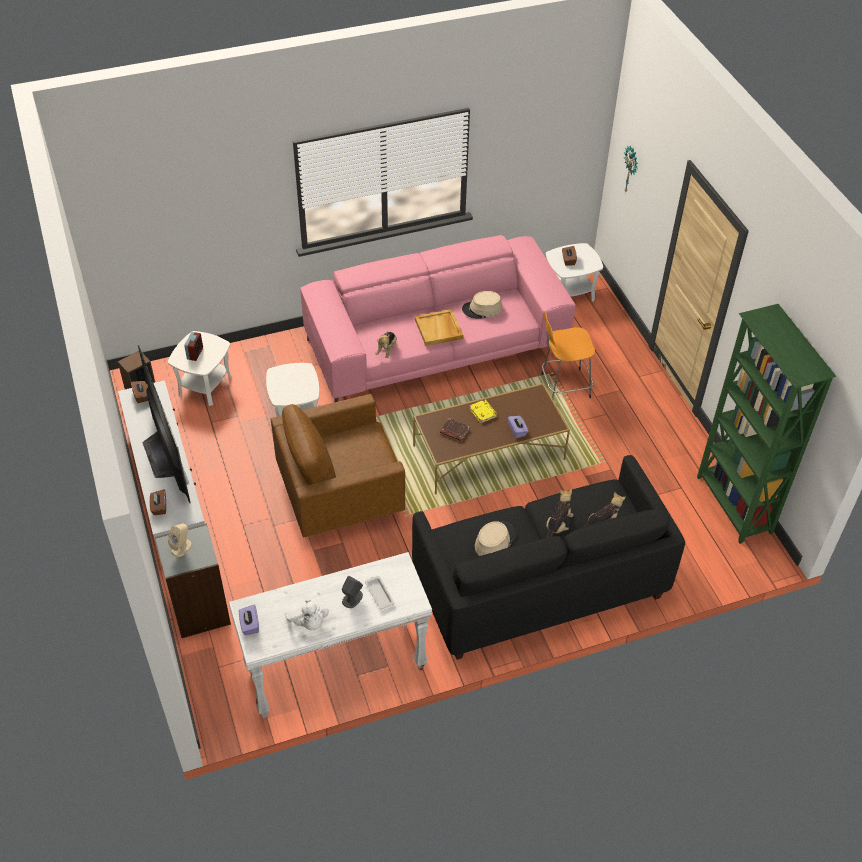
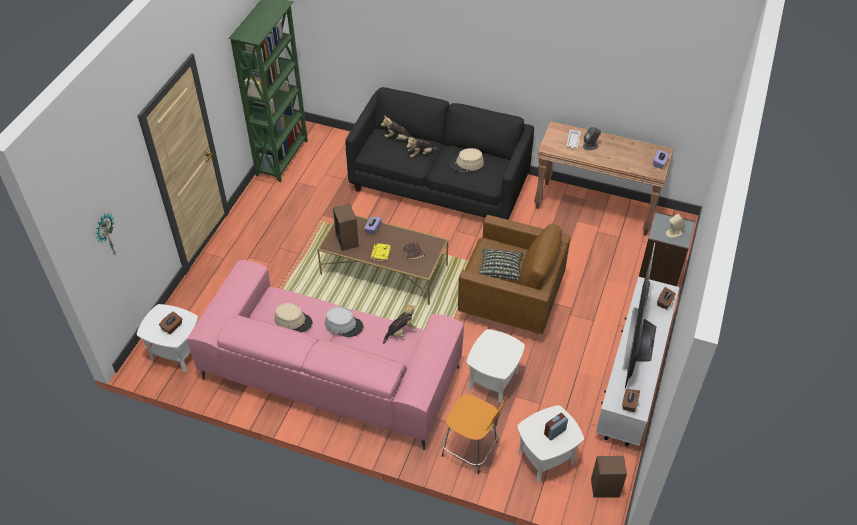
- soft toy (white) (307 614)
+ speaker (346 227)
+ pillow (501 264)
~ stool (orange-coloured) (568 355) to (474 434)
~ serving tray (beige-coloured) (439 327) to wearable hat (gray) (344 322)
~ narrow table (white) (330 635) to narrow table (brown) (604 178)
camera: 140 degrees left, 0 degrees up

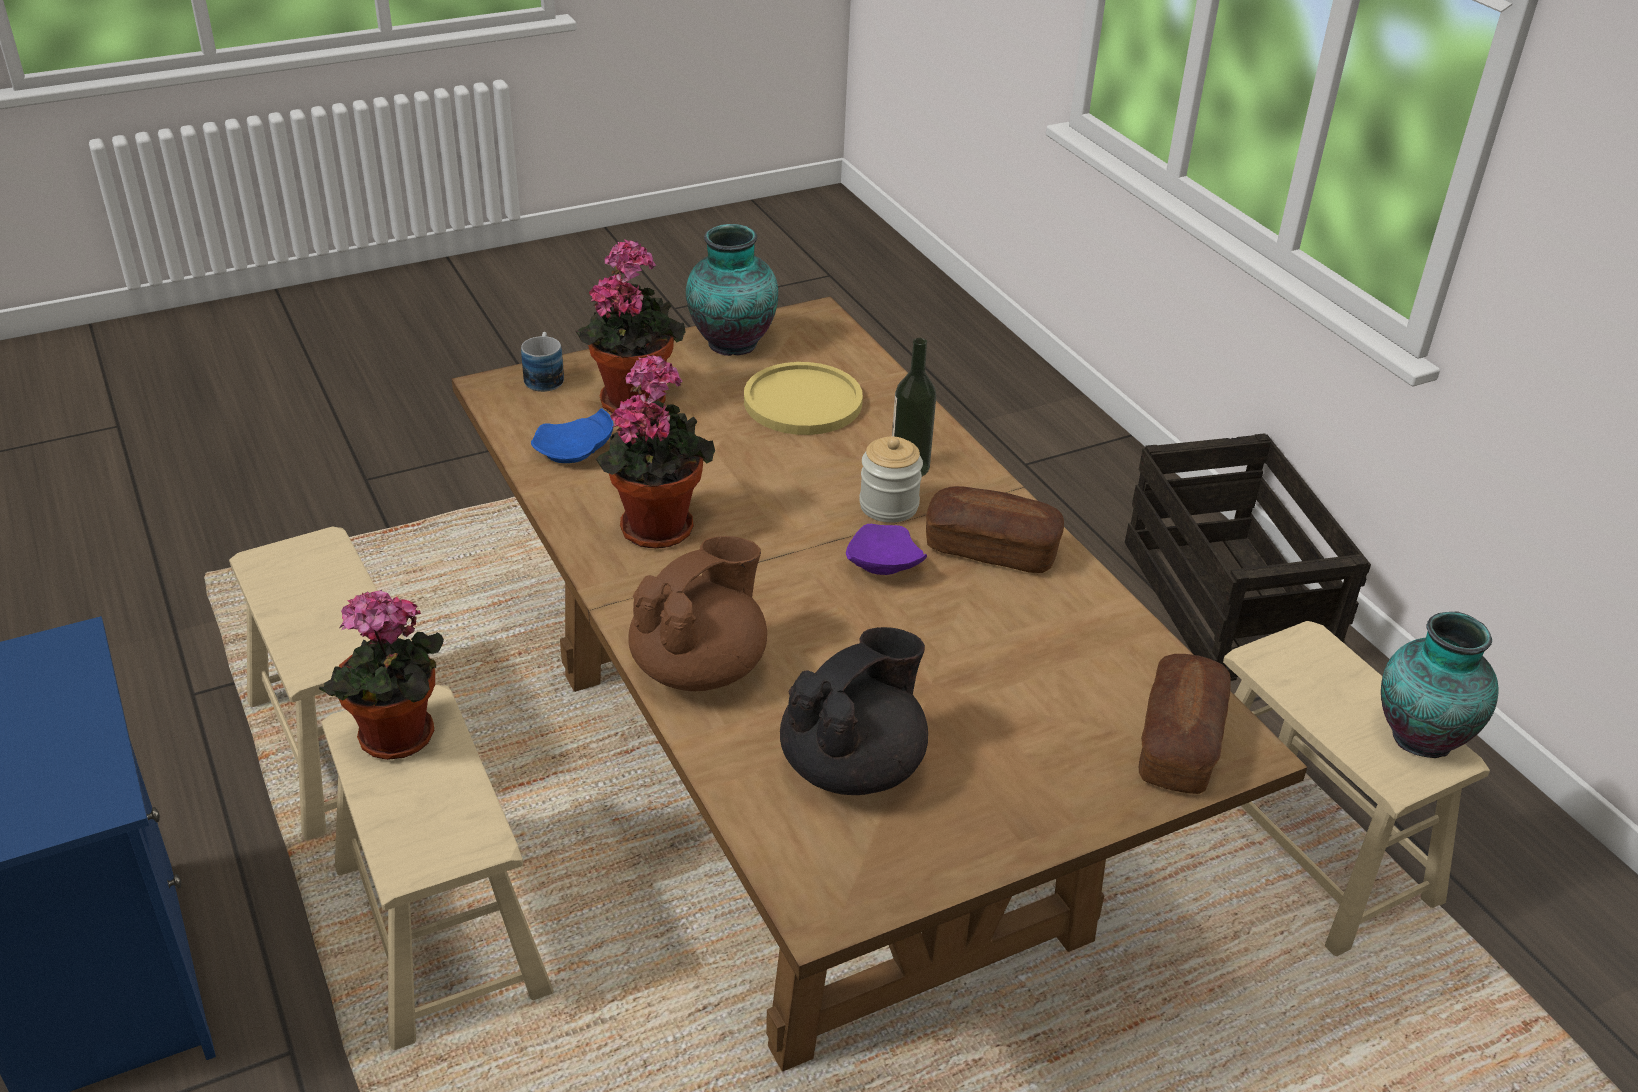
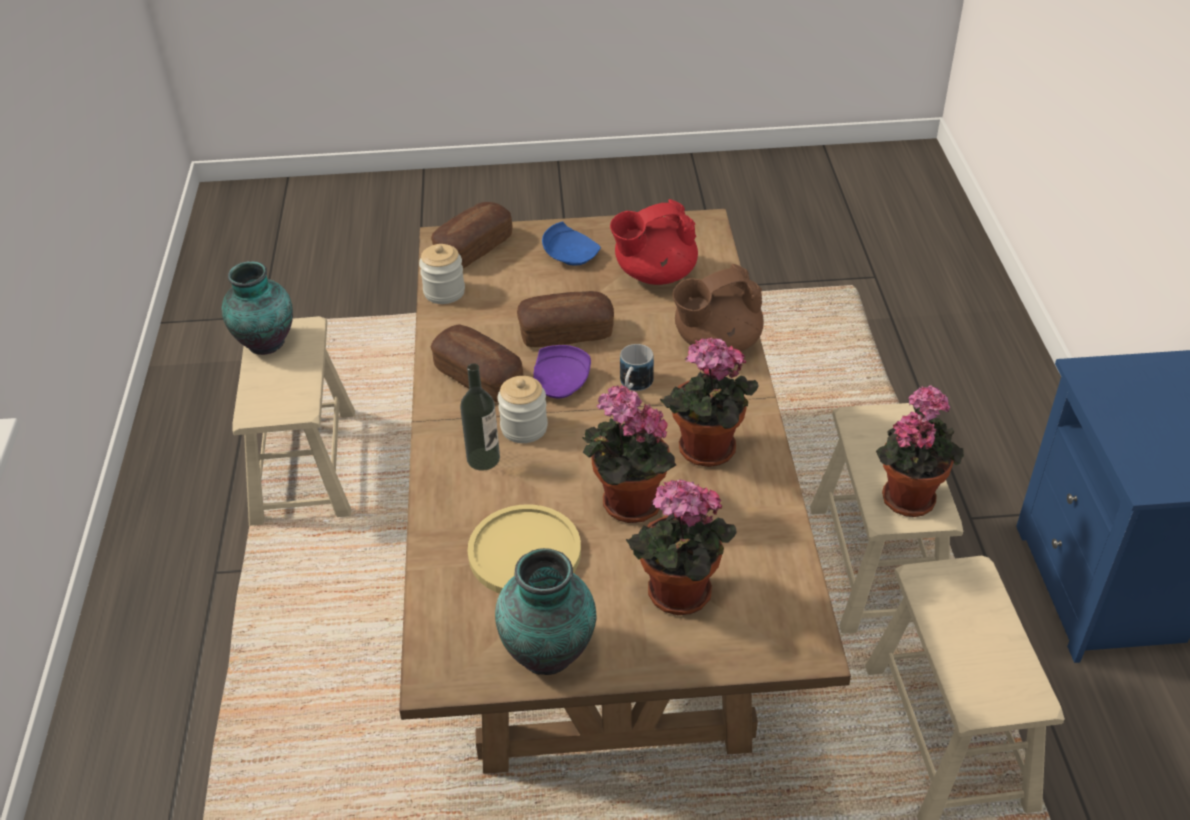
- crate (1248 557)
+ jar (442 274)
+ baked bread (565 319)
+ potted plant (629 454)
~ mug (542 362) to (637 367)
~ flat dish (blue) (572 435) to (571 244)
~ tea pot (black) (854 711) to tea pot (red-coloured) (654 242)
camera: 155 degrees left, 5 degrees up

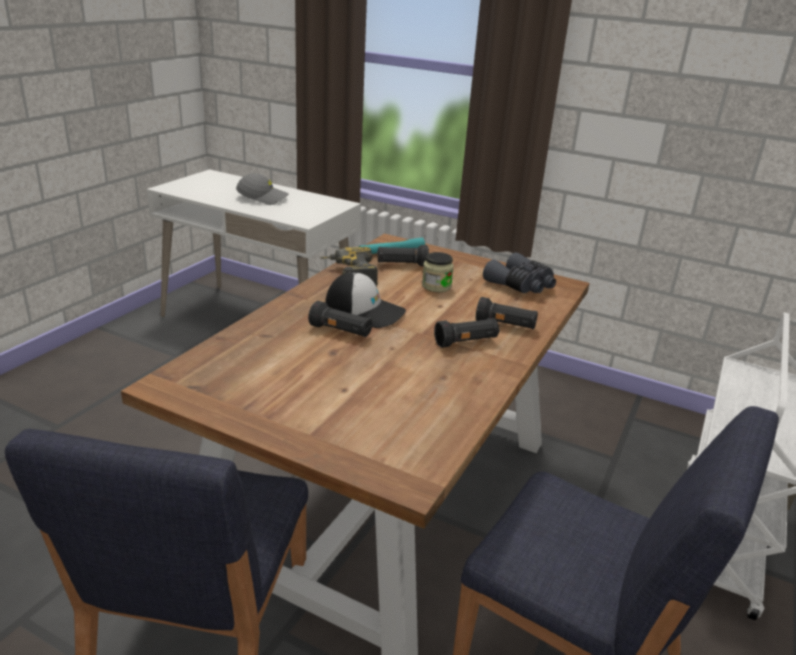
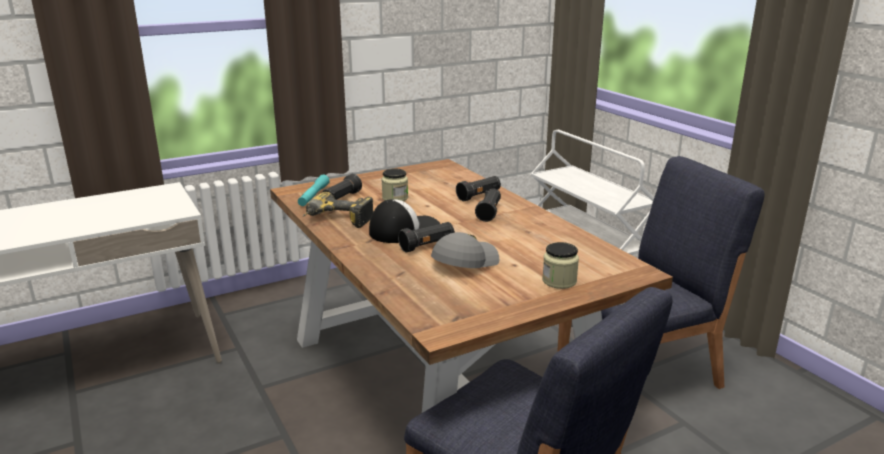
- binoculars (gray) (519 272)
+ jar (560 265)
~ baseball cap (gray) (262 189) to (465 250)
camera: 55 degrees left, 5 degrees down

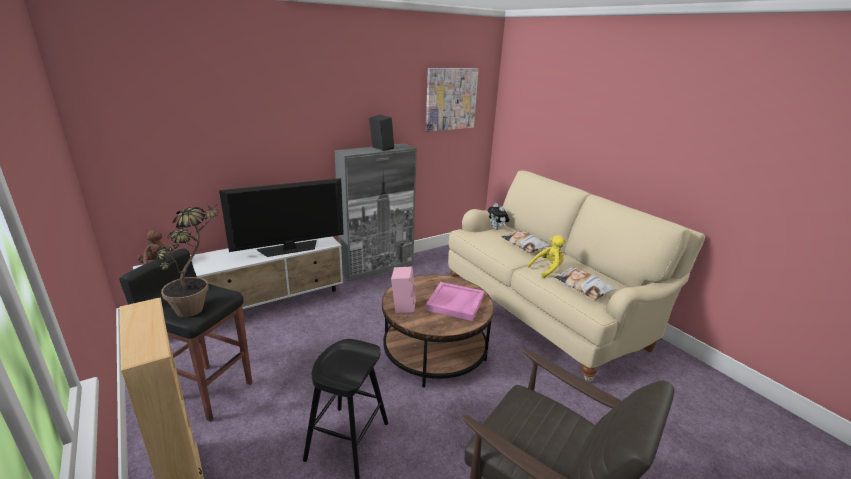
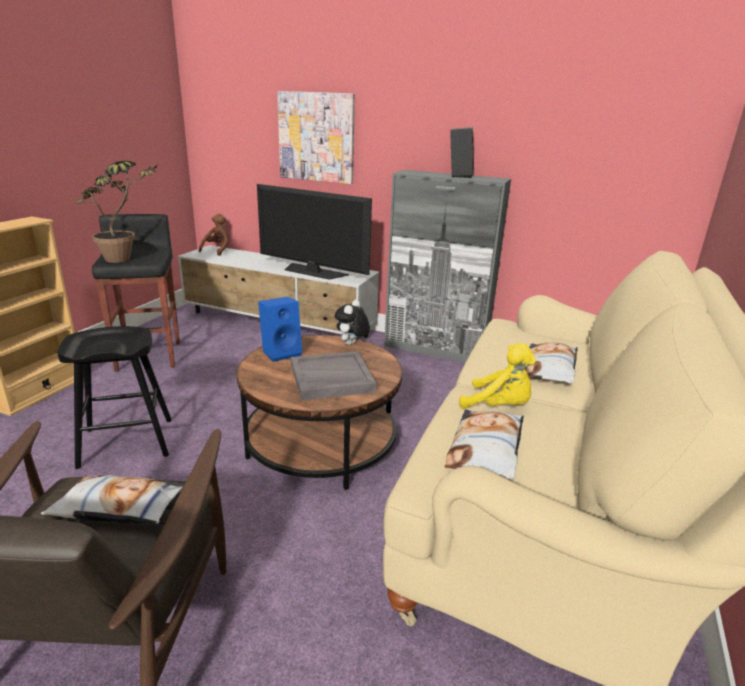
+ pillow (113 499)
~ picture (452 100) to (316 137)
~ soft toy (499 216) to (352 322)
~ speaker (pink) (403 290) to speaker (blue) (280 329)
~ serving tray (pink) (454 301) to serving tray (gray) (333 375)
camera: 55 degrees right, 0 degrees up

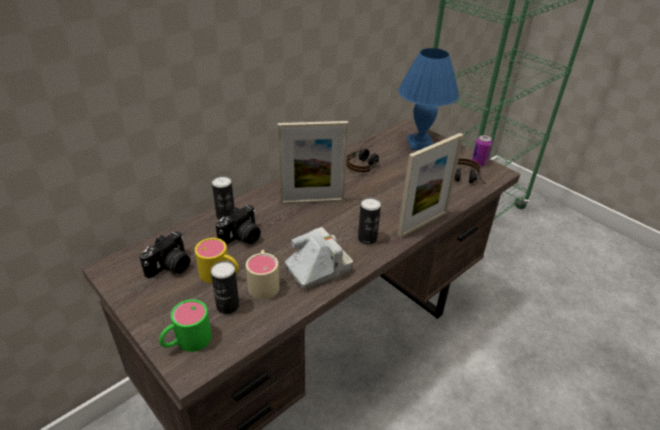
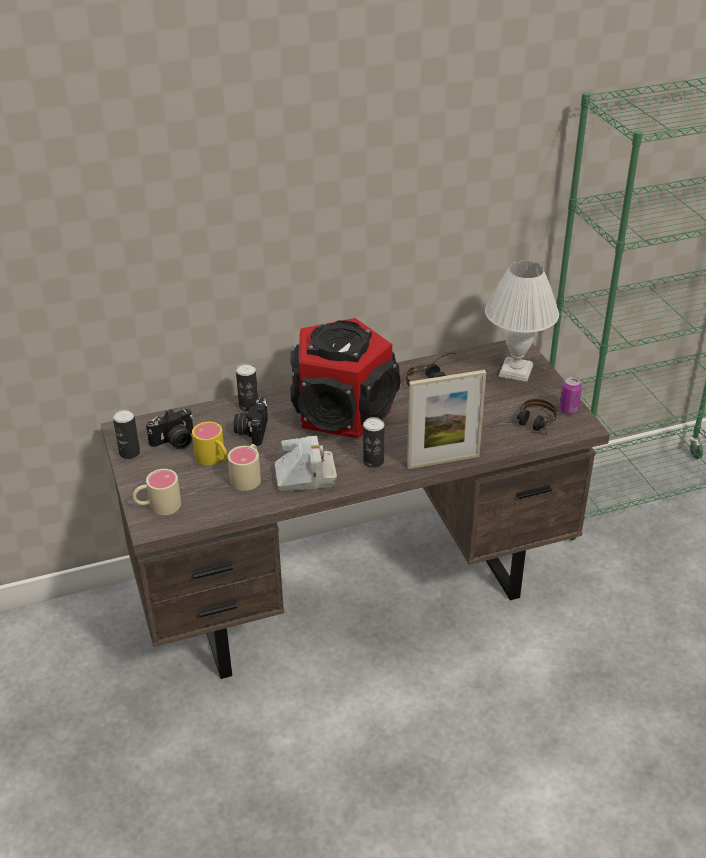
~ can (225 287) to (126 434)
~ picture frame (313 162) to speaker (345 378)
~ mug (greenish) (185 325) to mug (beige-coloured) (156 492)
~ table lamp (blue) (428 99) to table lamp (white) (522 321)
~ still camera (238 225) = (251 421) 120 degrees clockwise
camera: 25 degrees right, 0 degrees up

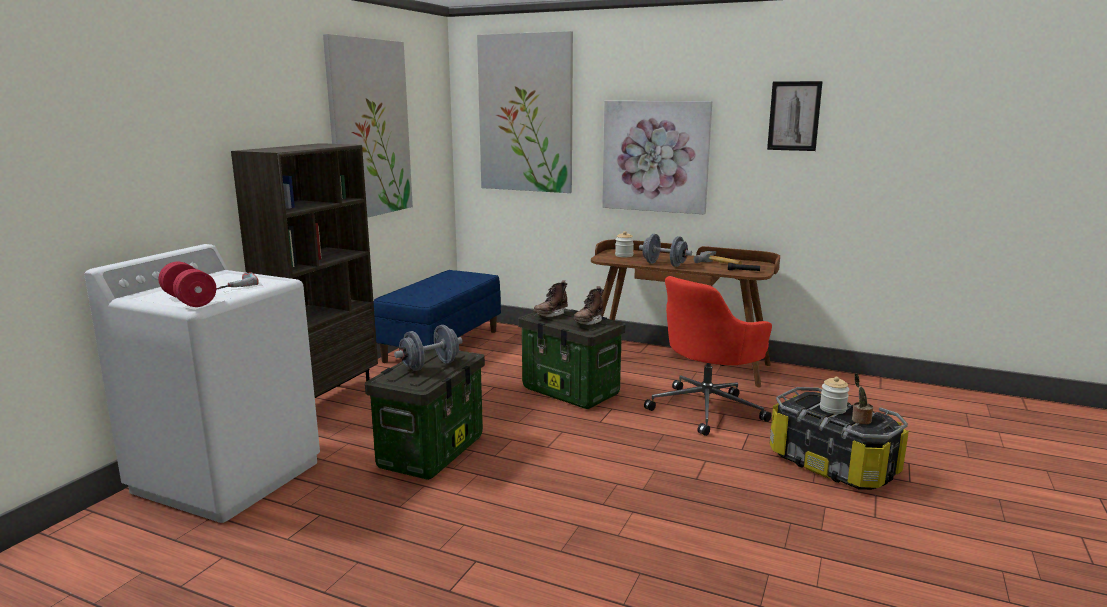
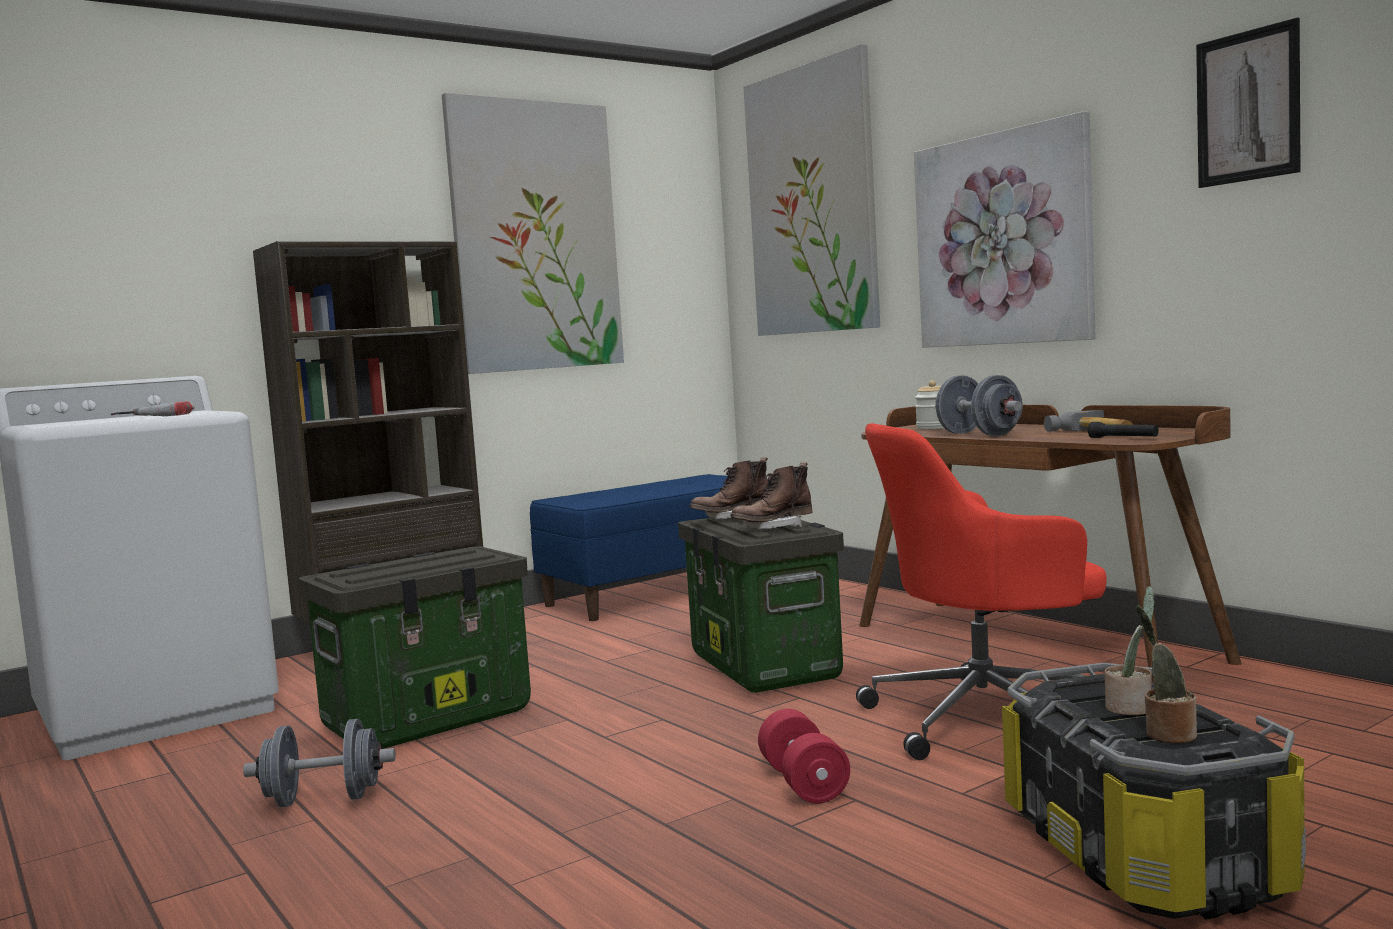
~ hand weight (red-coloured) (187 284) to (804 756)
~ hand weight (gray) (428 348) to (319 763)
~ jar (834 395) to potted plant (1129 651)
camera: 30 degrees right, 10 degrees down

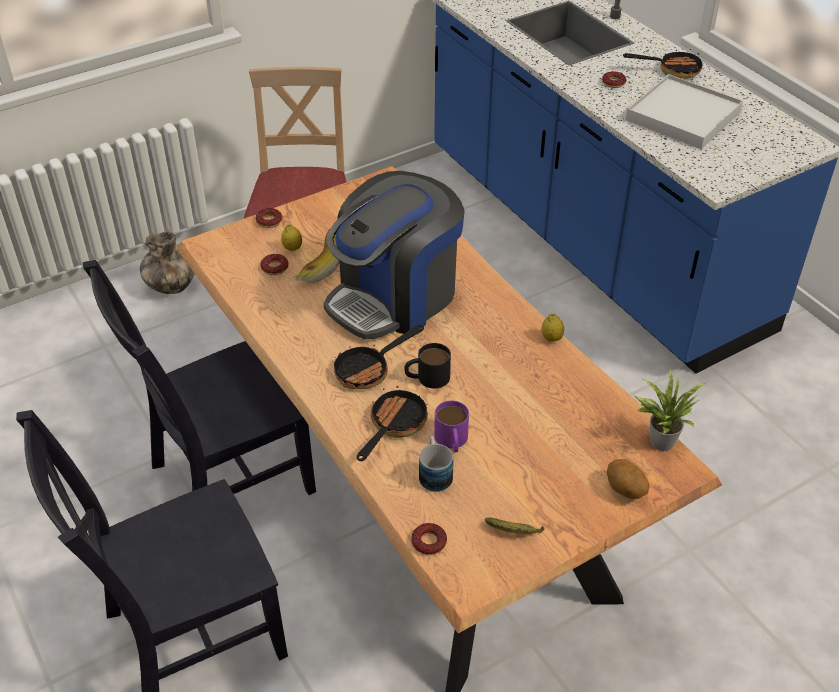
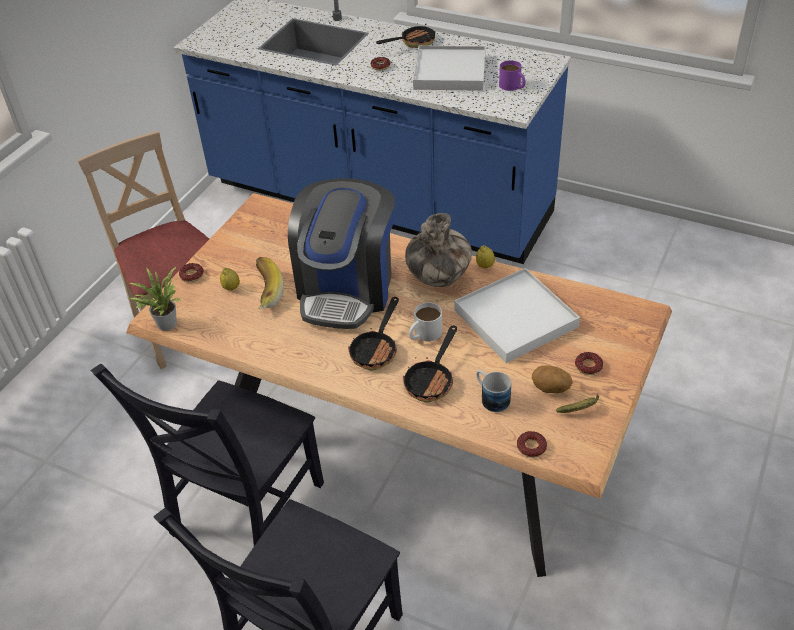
+ serving tray (white) (517 315)
~ decorative vase (167 263) to (438 250)
~ doughnut (275 264) to (589 363)
~ mug (purple) (451 426) to (512 75)
~ spud (628 479) to (552 379)
~ potted plant (669 410) to (155 299)
~ mug (black) (427 365) to mug (white) (425 321)
~ frying pan (392 420) = (430 364) 150 degrees counterclockwise
camera: 30 degrees left, 0 degrees up

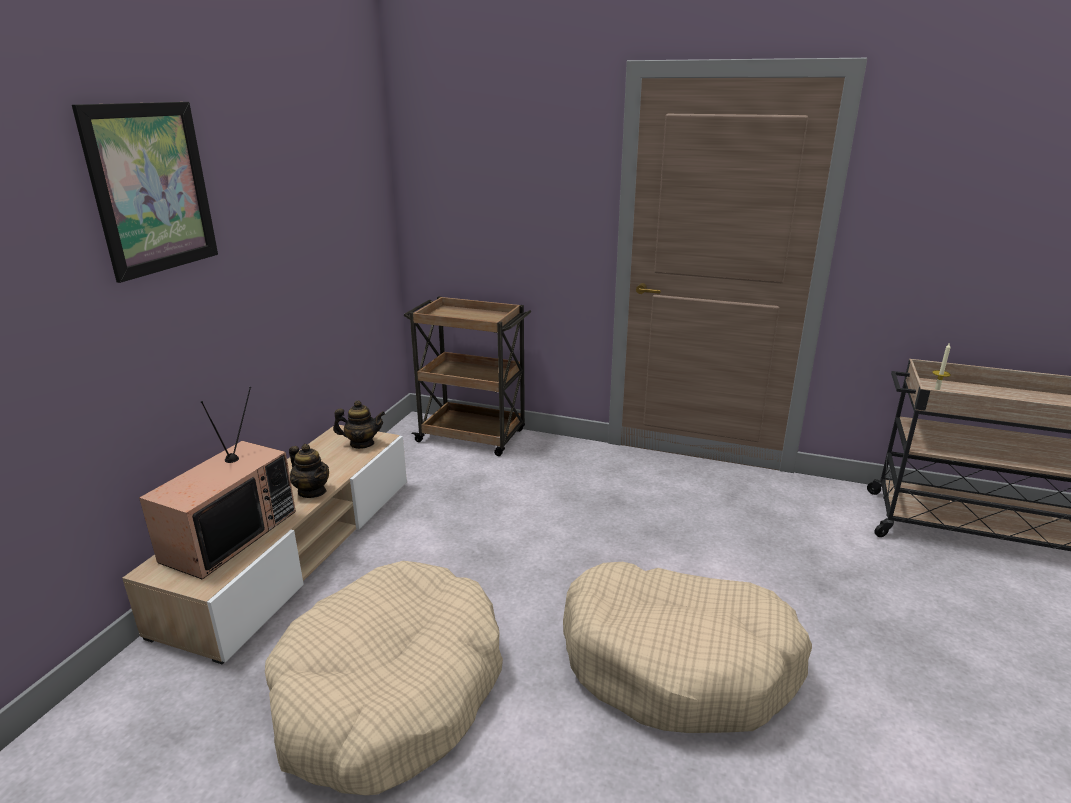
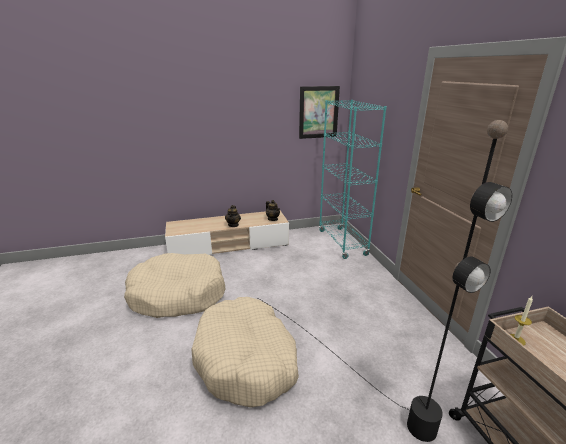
- TV (217 483)
+ floor lamp (black) (384 281)
~ picture (145 192) to (319 112)
~ cart (brown) (467 376) to shelving unit (turquoise) (353 179)
camera: 55 degrees right, 0 degrees up

